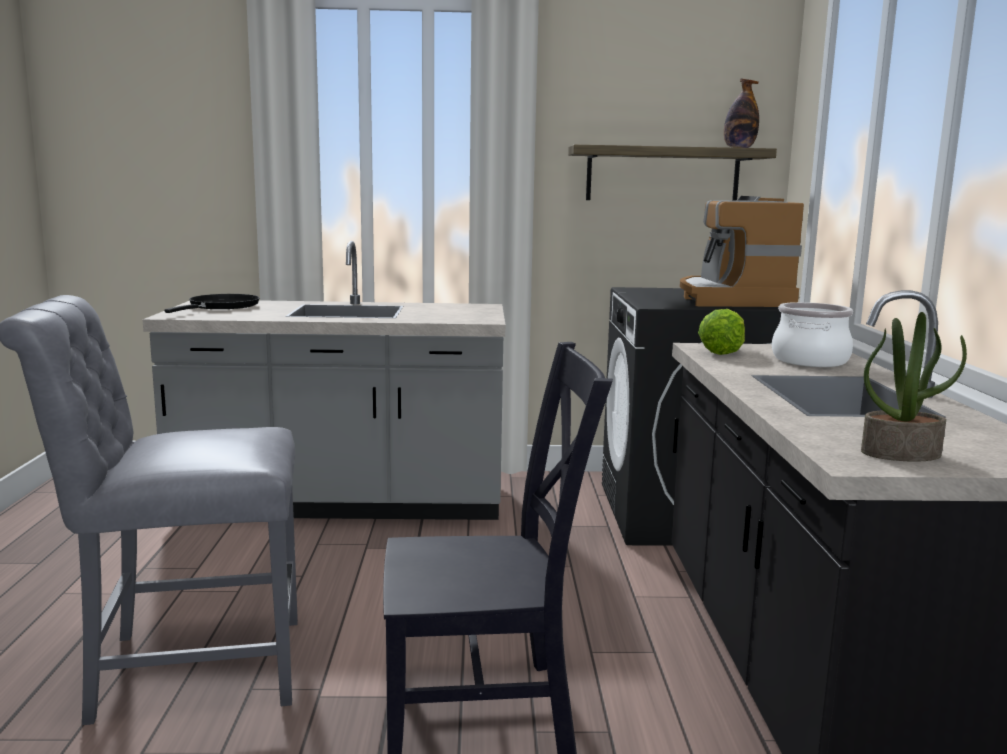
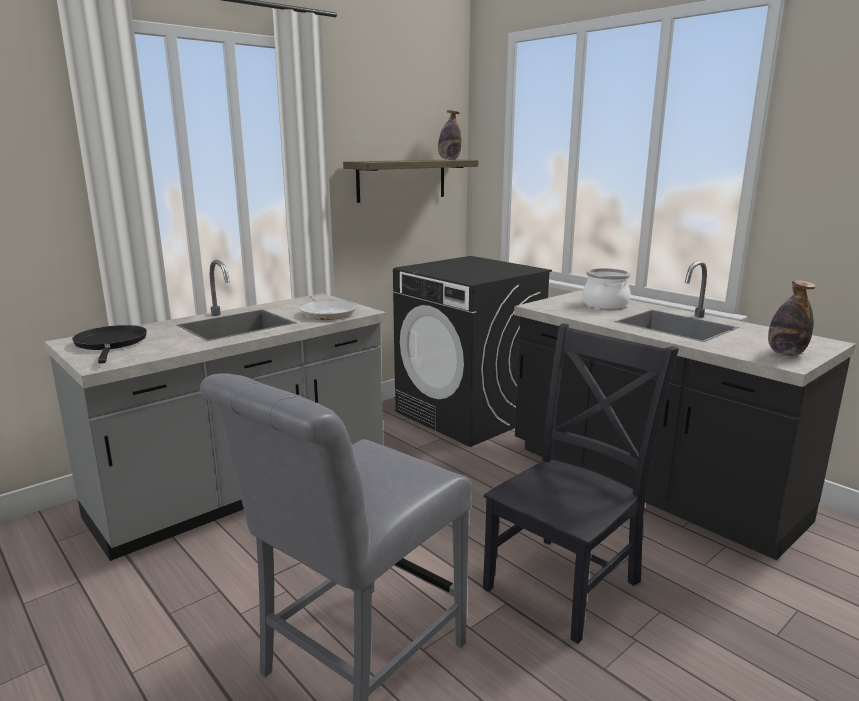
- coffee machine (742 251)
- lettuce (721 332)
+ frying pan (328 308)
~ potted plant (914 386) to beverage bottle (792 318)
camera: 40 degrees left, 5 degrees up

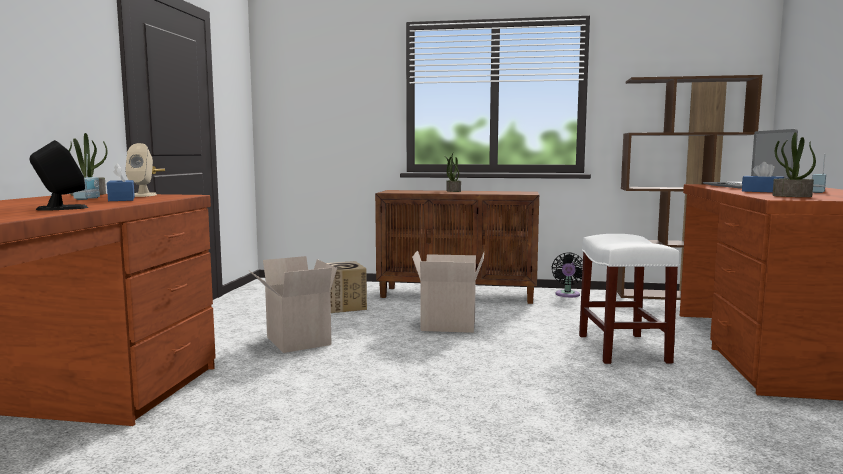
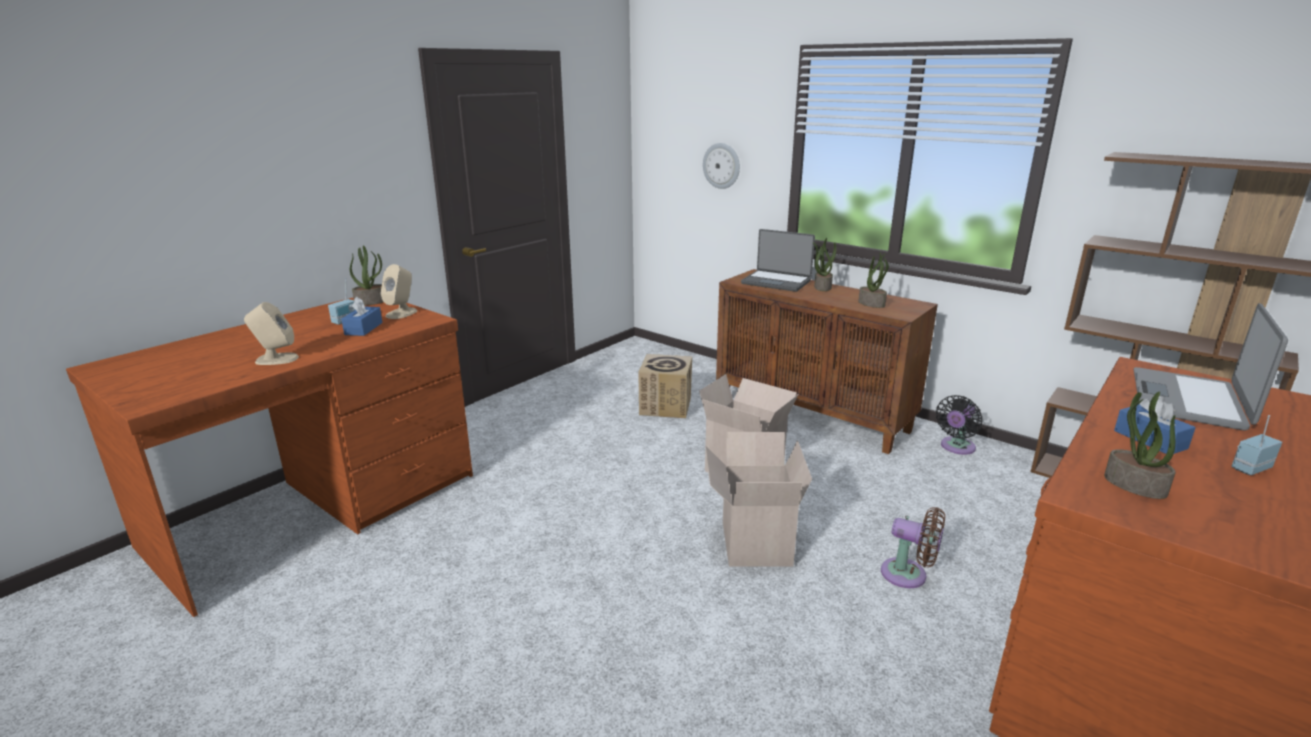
+ wall clock (721 166)
+ laptop (778 260)
+ potted plant (873 280)
~ packing box (293 304) to (758 499)
~ stool (white) (629 299) to fan (brown) (913 547)
~ speaker (black) (59 175) to speaker (beige-coloured) (271 333)
camera: 30 degrees right, 15 degrees up

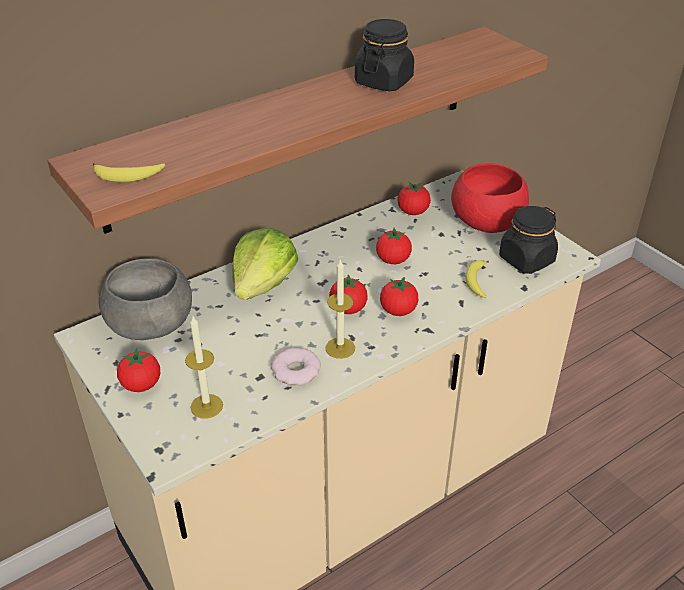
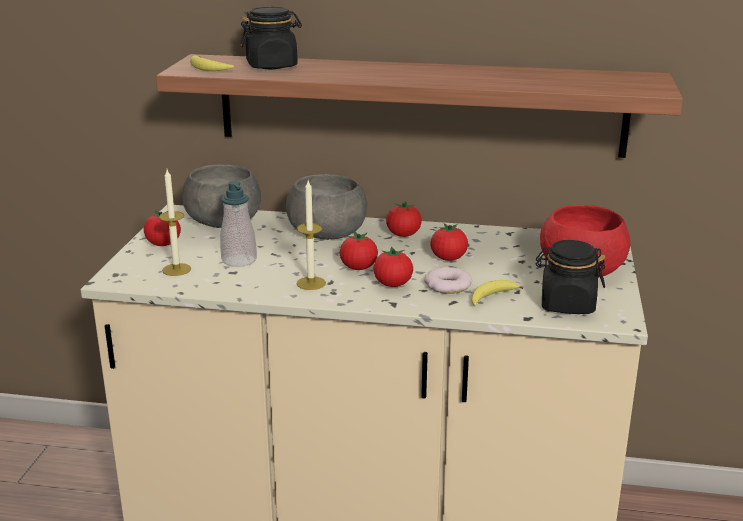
+ soap dispenser (238 224)
~ doughnut (296 366) to (448 280)
~ jar (black) (384 55) to (271 38)
~ whole tomato (414 198) to (404 219)
~ lettuce (265 264) to bowl (gray) (326 207)
camera: 45 degrees right, 15 degrees down

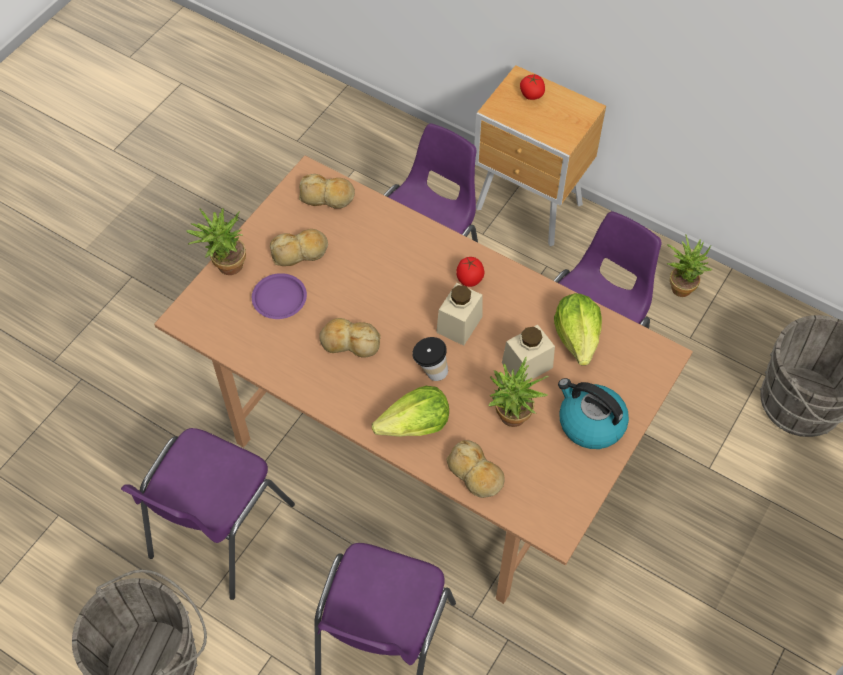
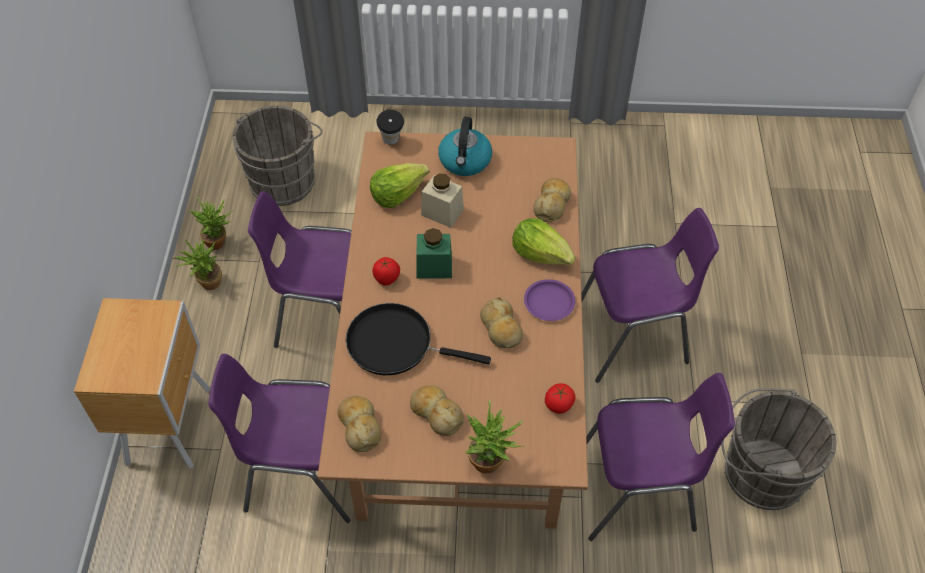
+ frying pan (black) (418 339)
~ flat dish (purple) (279 296) to (549 300)
~ cup (430 359) to (390 127)
~ potted plant (519 392) to (211 223)
~ whole tomato (532 87) to (560 398)
~ jar (beige-coloured) (459 314) to jar (greenish) (434 253)
camera: 120 degrees left, 5 degrees down

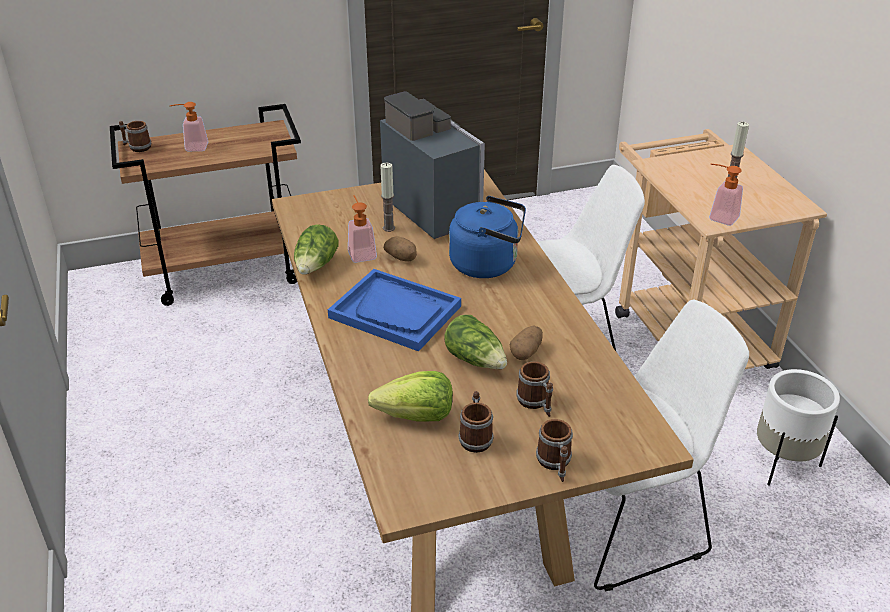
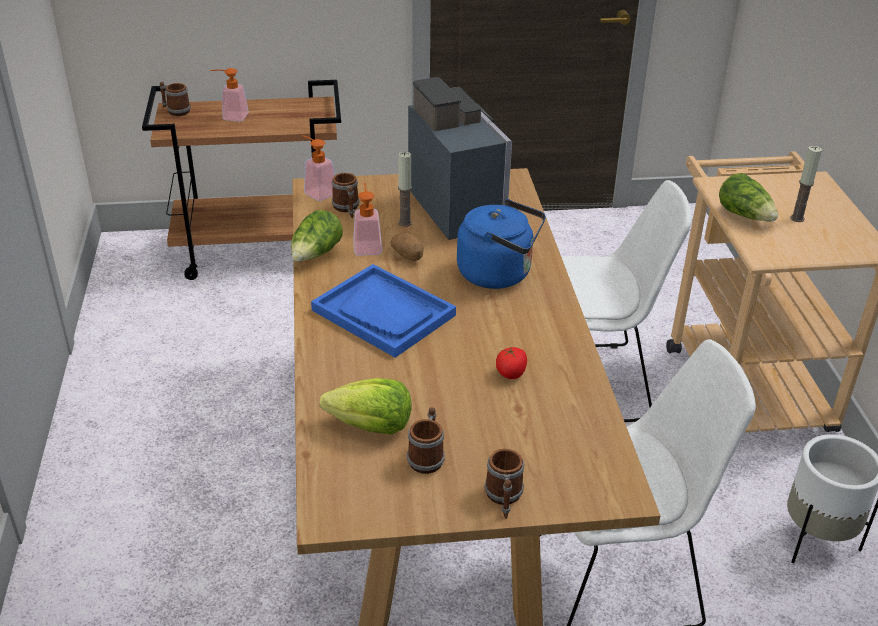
~ lettuce (476 342) to (748 197)
~ mug (535 389) to (345 195)
~ soap dispenser (726 195) to (318 168)
~ spud (526 342) to whole tomato (511 363)
camera: 10 degrees right, 0 degrees up

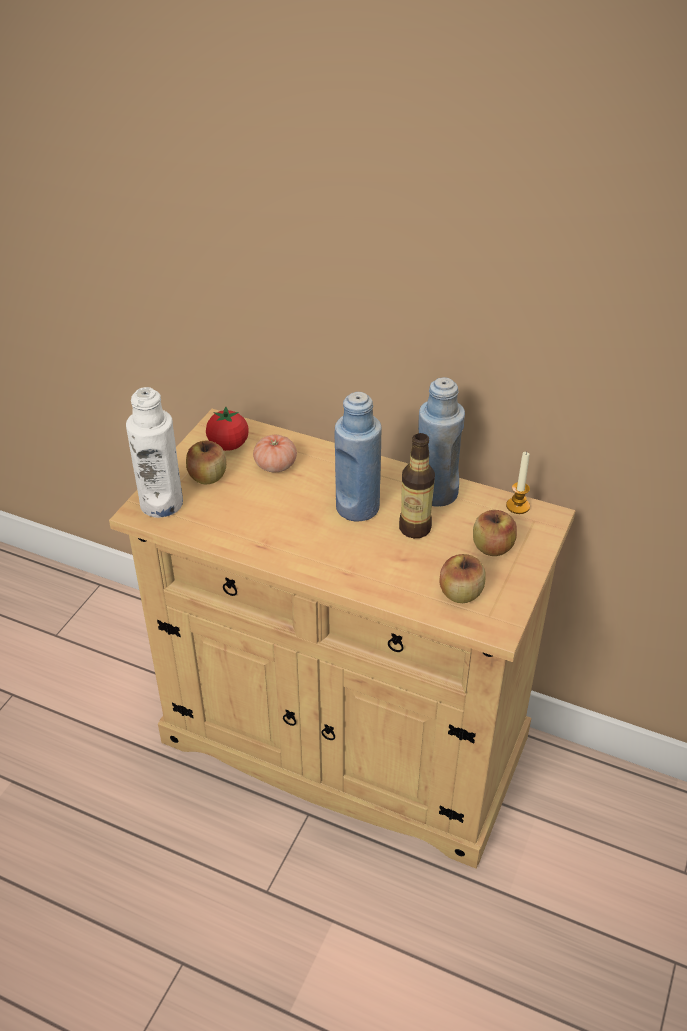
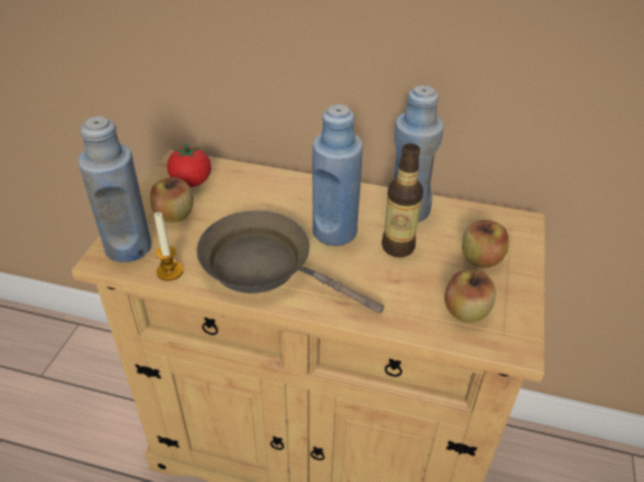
- whole tomato (275 453)
+ frying pan (brown) (290 262)
~ candle (518 482) to (168 246)
~ beverage bottle (white) (154 452) to beverage bottle (blue) (114 189)
camera: 10 degrees left, 0 degrees up

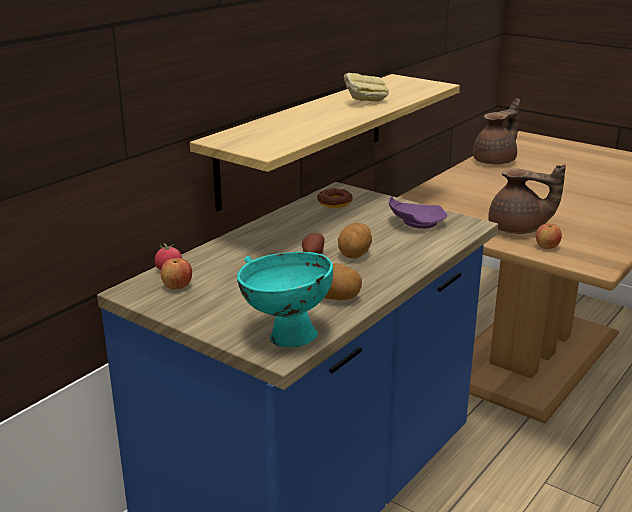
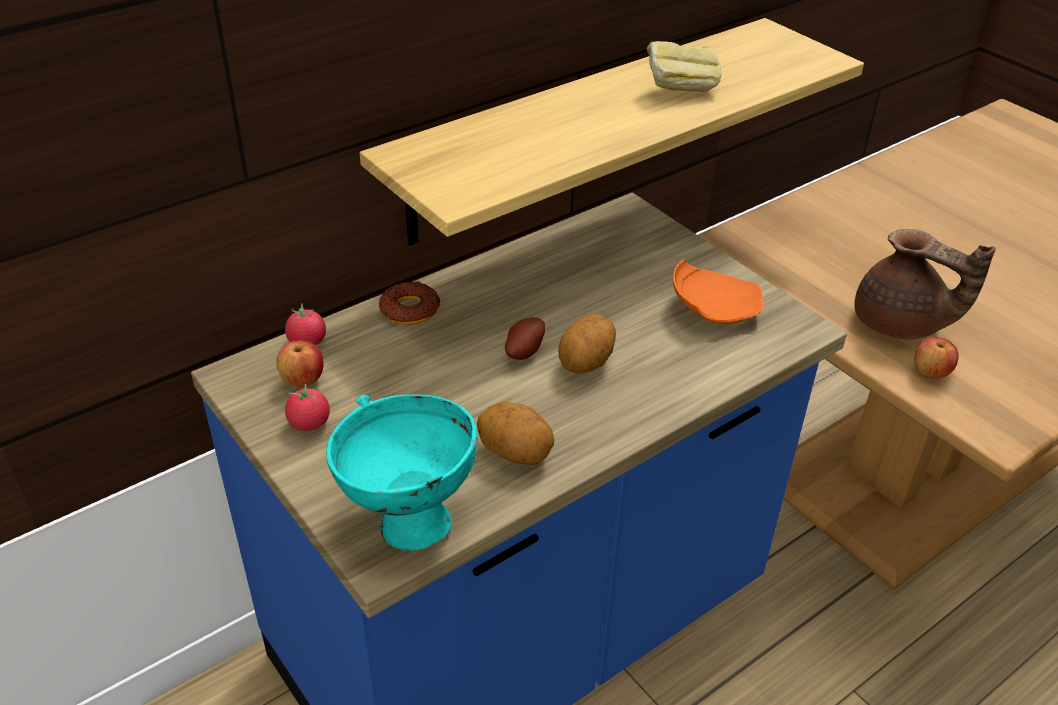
- tea pot (brown) (496 131)
+ whole tomato (307 407)
~ doughnut (335 198) to (410 303)
~ flat dish (purple) (418 212) to flat dish (orange-coloured) (718 292)
camera: 15 degrees right, 15 degrees up

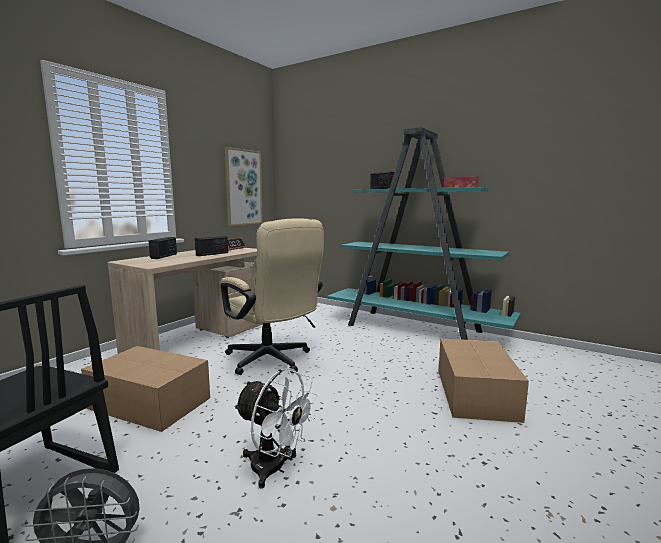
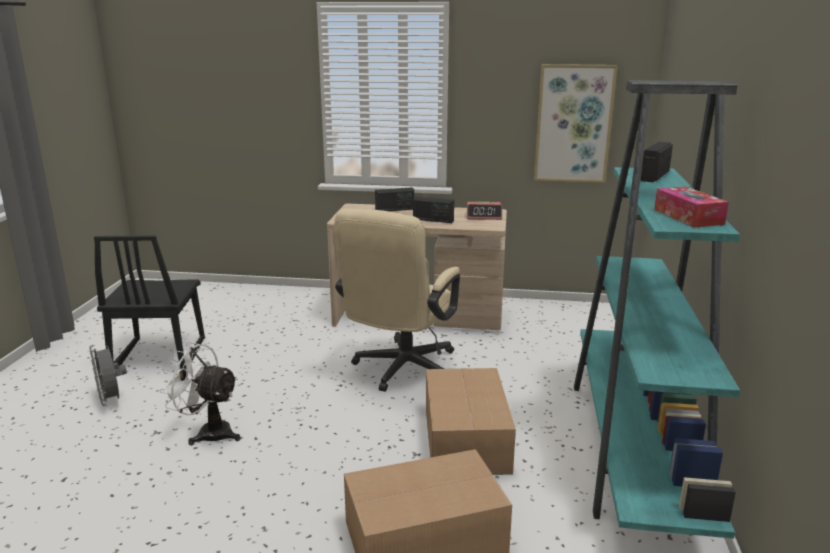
~ packing box (145 389) to (471 421)
~ fan (white) (276 428) = (199 393) 105 degrees clockwise
camera: 65 degrees right, 10 degrees up

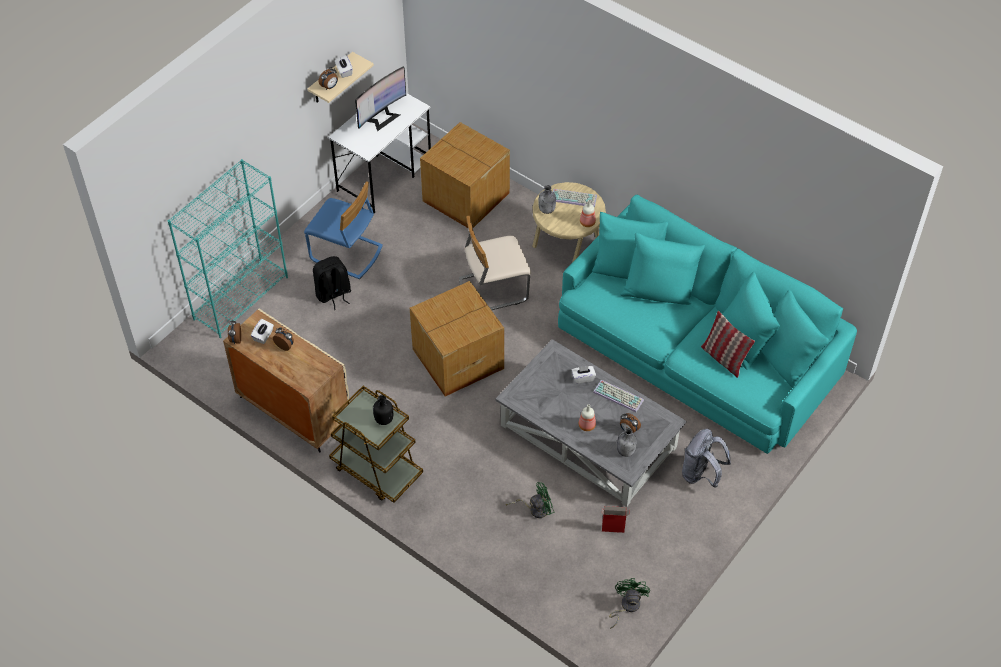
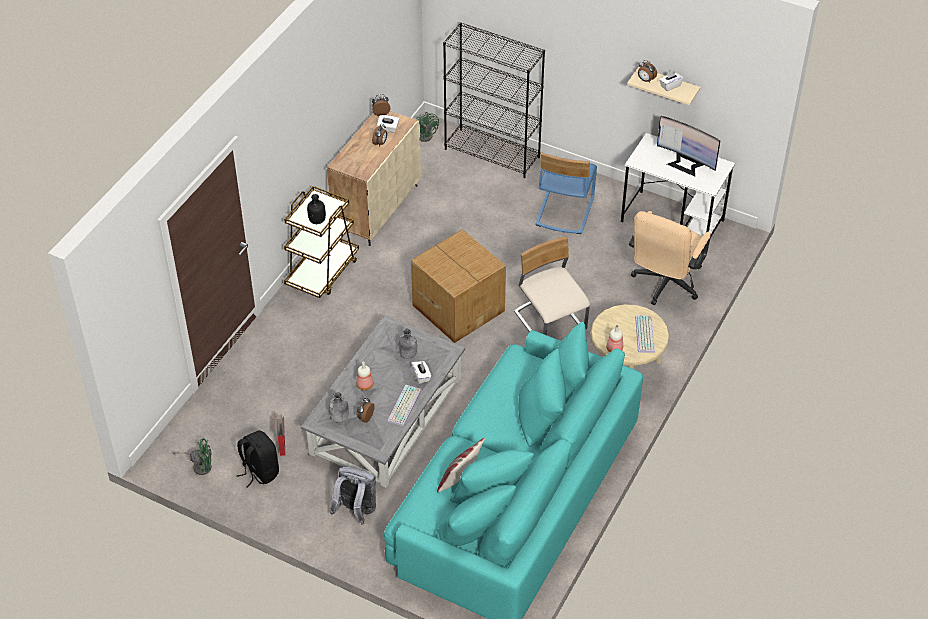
~ backpack (black) (332 283) to (258 459)
~ fan (greenish) (530 500) to (427 127)
~ beverage bottle (gray) (547 199) to (407 344)
~ packing box (465 175) to office chair (beige-coloured) (670 258)
~ shelving unit (turquoise) (228 248) to shelving unit (black) (494 100)
camera: 80 degrees right, 5 degrees down

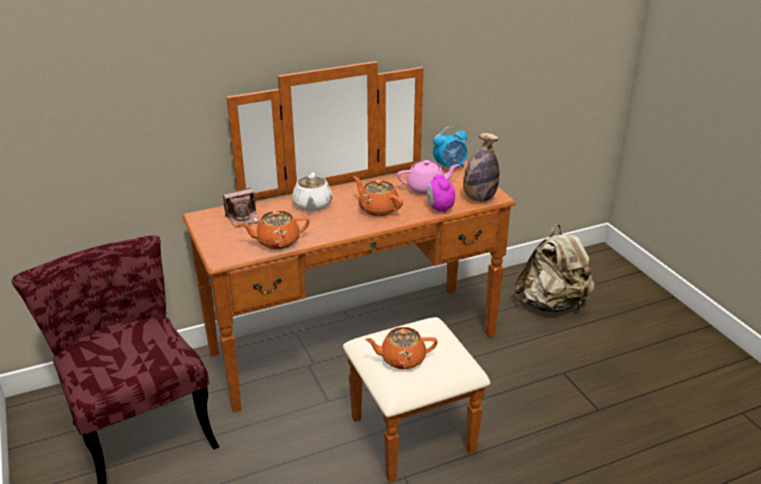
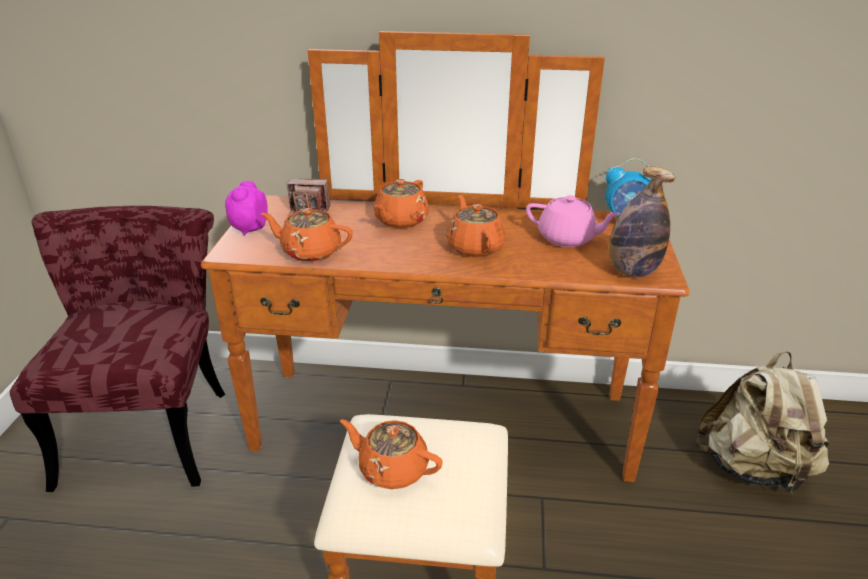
~ table clock (441 194) to (246 208)
~ tea pot (white) (312 192) to tea pot (orange-coloured) (401 203)
camera: 30 degrees right, 0 degrees up

